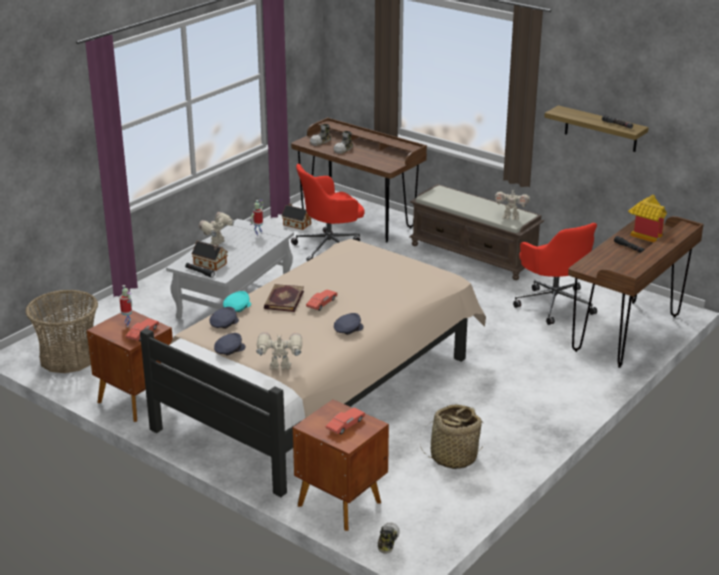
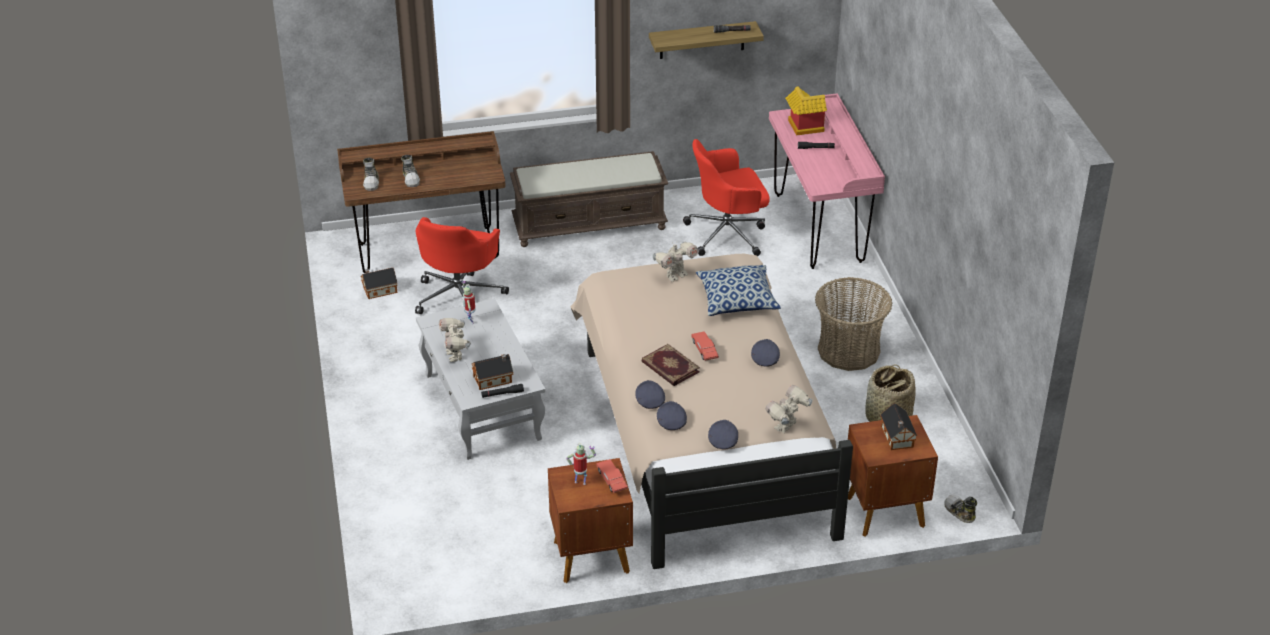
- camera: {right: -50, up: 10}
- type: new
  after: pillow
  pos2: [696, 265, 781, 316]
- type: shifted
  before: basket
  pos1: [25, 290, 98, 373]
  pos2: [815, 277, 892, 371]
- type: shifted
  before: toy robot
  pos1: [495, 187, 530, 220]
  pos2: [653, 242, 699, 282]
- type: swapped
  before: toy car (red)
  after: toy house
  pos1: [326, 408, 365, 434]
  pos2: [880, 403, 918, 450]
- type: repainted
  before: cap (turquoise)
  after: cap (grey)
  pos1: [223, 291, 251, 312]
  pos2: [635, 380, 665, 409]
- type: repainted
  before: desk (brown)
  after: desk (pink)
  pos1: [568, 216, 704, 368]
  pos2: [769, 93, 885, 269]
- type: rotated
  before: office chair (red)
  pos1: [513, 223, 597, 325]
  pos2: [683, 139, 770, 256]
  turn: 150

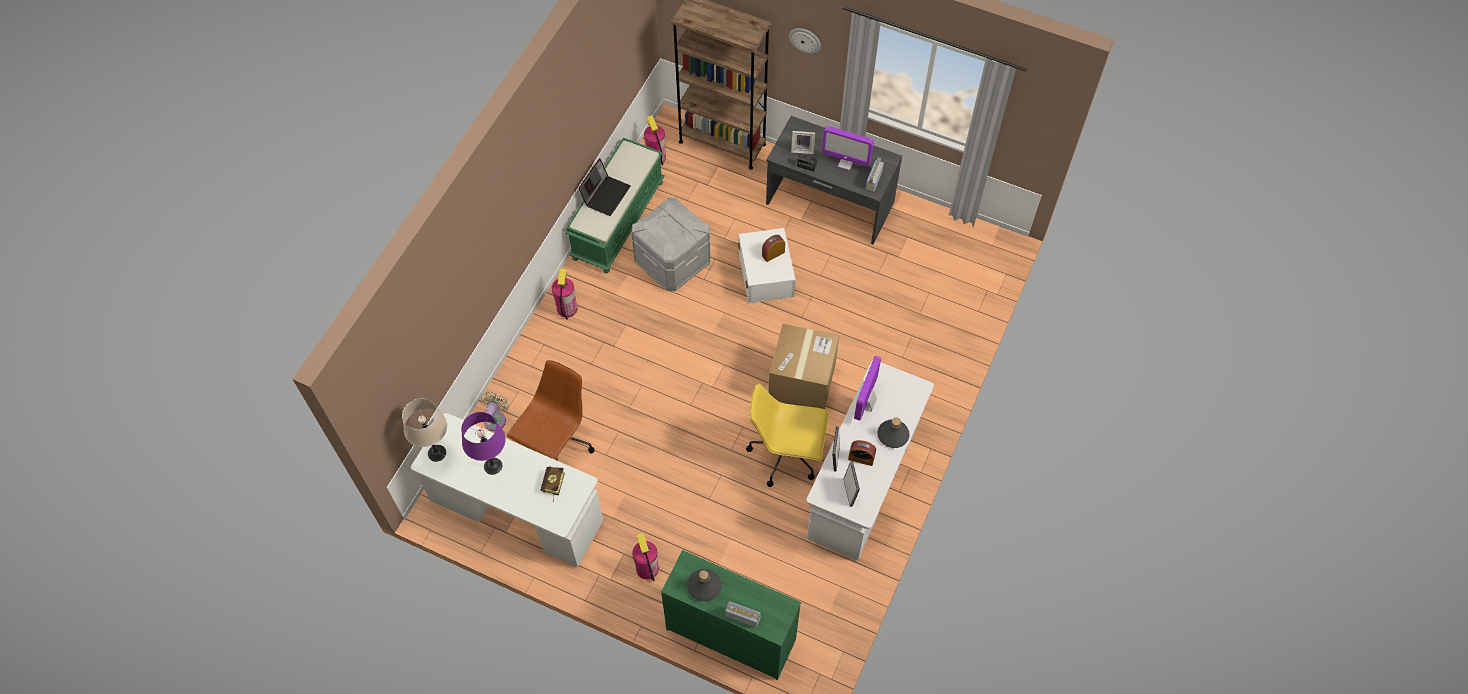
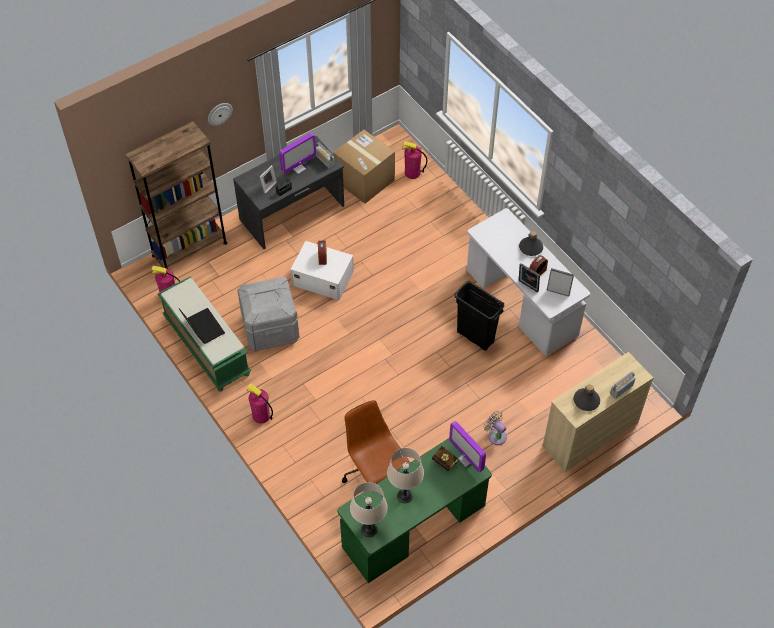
- camera: {right: -60, up: -5}
- type: shifted
  before: fan (beige)
  pos1: [481, 392, 509, 431]
  pos2: [483, 411, 507, 445]
- type: shifted
  before: fire extinguisher
  pos1: [632, 533, 659, 581]
  pos2: [402, 141, 428, 179]
- type: shifted
  before: cardboard box
  pos1: [768, 324, 839, 409]
  pos2: [333, 130, 395, 204]
- type: shifted
  before: monitor
  pos1: [854, 356, 881, 421]
  pos2: [449, 421, 486, 472]
- type: swapped
  before: office chair (yellow)
  after: trash can (black)
  pos1: [746, 383, 829, 487]
  pos2: [454, 281, 504, 351]
- type: repainted
  before: desk (white)
  after: desk (green)
  pos1: [411, 413, 603, 567]
  pos2: [337, 438, 492, 583]
- type: repainted
  before: table lamp (purple)
  after: table lamp (beige)
  pos1: [461, 412, 506, 475]
  pos2: [387, 448, 424, 503]
- type: repainted
  before: dresser (green)
  after: dresser (beige)
  pos1: [661, 550, 801, 680]
  pos2: [543, 352, 653, 472]

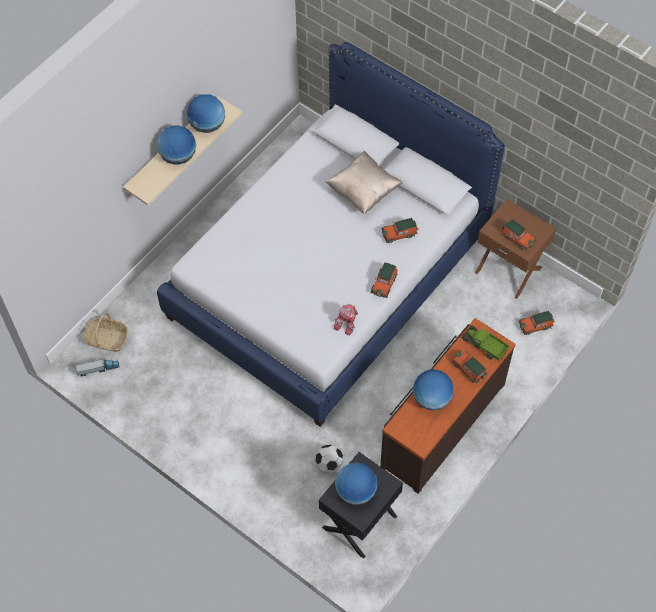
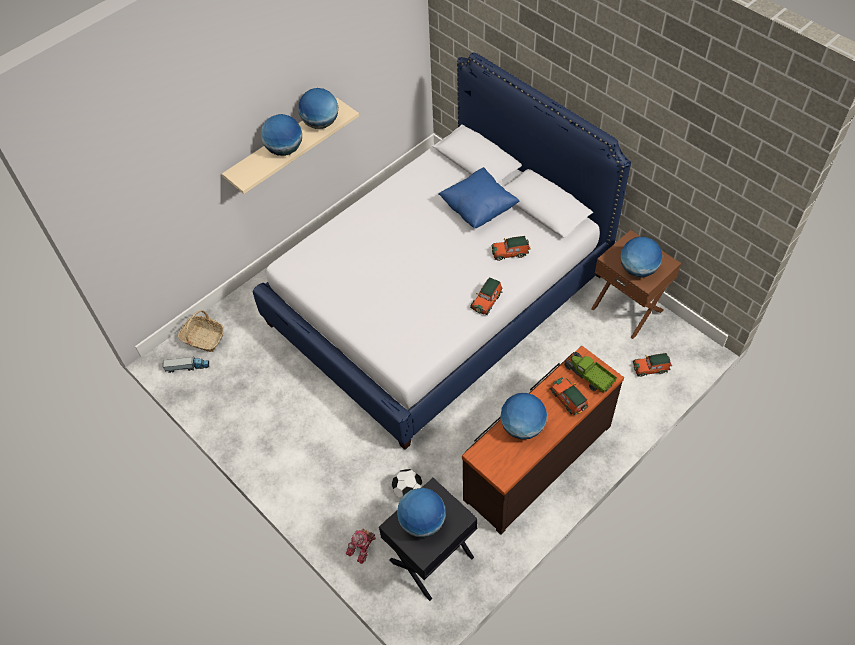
- camera: {right: 10, up: -5}
- type: shifted
  before: toy robot
  pos1: [334, 304, 358, 336]
  pos2: [346, 529, 376, 564]
- type: swapped
  before: toy car
  after: globe
  pos1: [502, 219, 536, 251]
  pos2: [621, 237, 662, 278]
- type: repainted
  before: pillow (beige)
  after: pillow (blue)
  pos1: [325, 151, 402, 214]
  pos2: [438, 167, 519, 228]

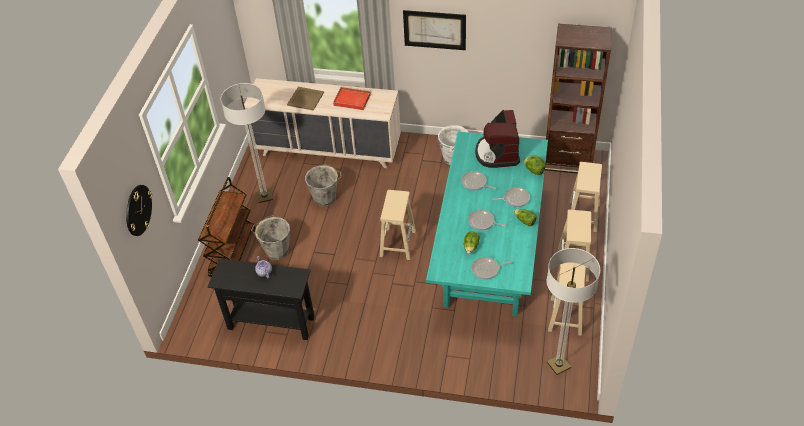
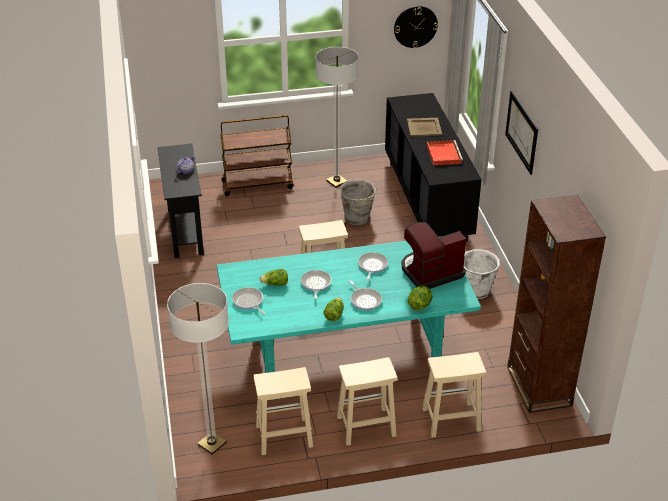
- camera: {right: 65, up: -10}
- type: gone
  before: bucket (grey)
  pos1: [251, 215, 290, 260]
- type: shifted
  before: wall clock
  pos1: [126, 185, 152, 236]
  pos2: [394, 6, 438, 48]
- type: repainted
  before: dresser (beige)
  after: dresser (black)
  pos1: [243, 78, 401, 168]
  pos2: [385, 93, 482, 241]

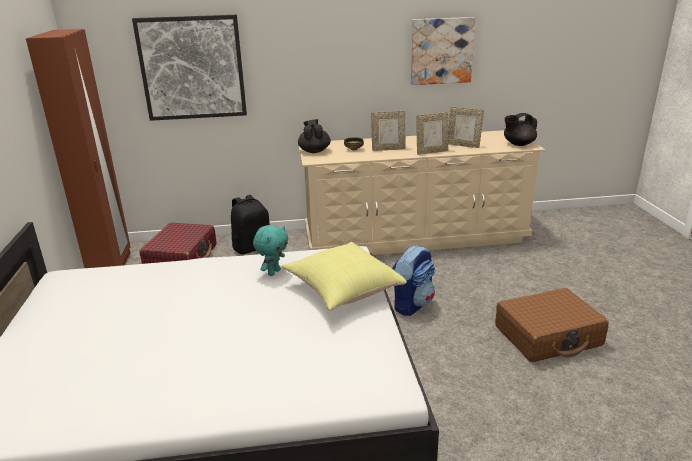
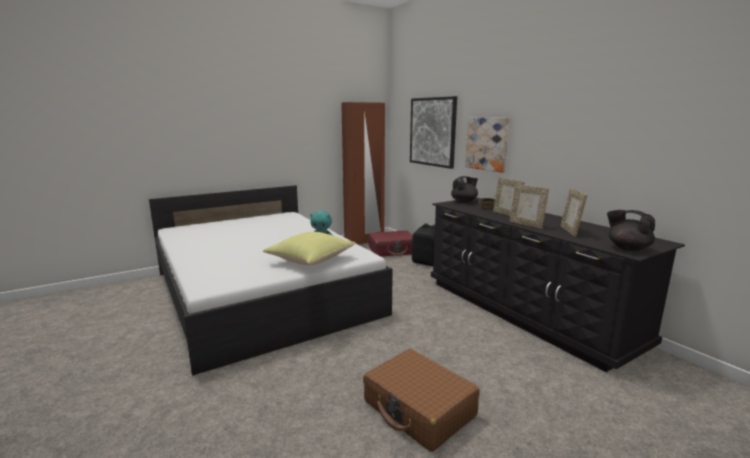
- camera: {right: 65, up: -10}
- type: gone
  before: backpack
  pos1: [392, 245, 435, 316]
- type: shifted
  before: picture
  pos1: [411, 17, 476, 85]
  pos2: [465, 118, 509, 173]
- type: repainted
  before: dresser (beige)
  after: dresser (black)
  pos1: [298, 130, 545, 255]
  pos2: [431, 197, 685, 372]

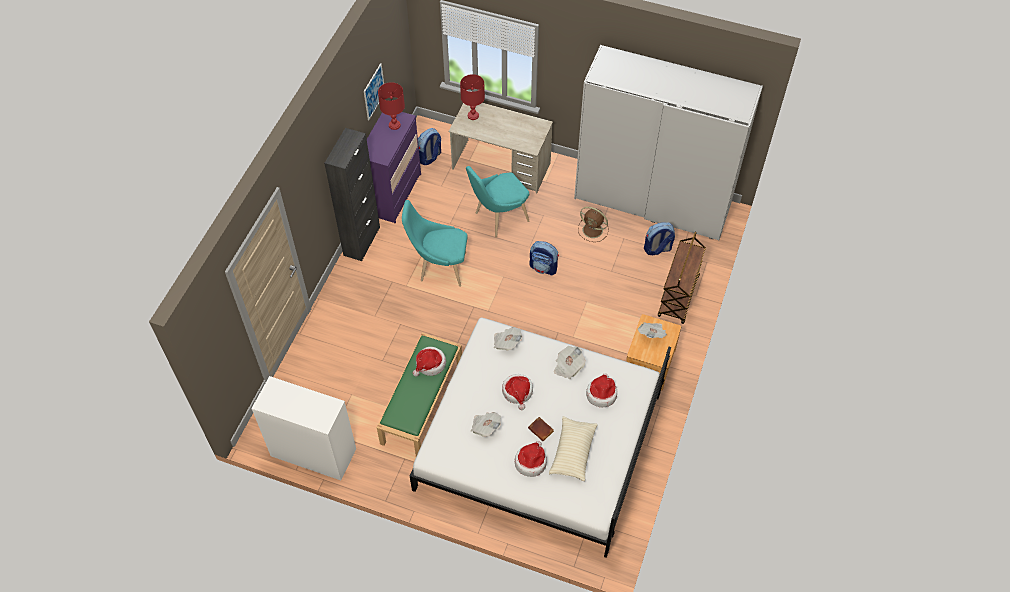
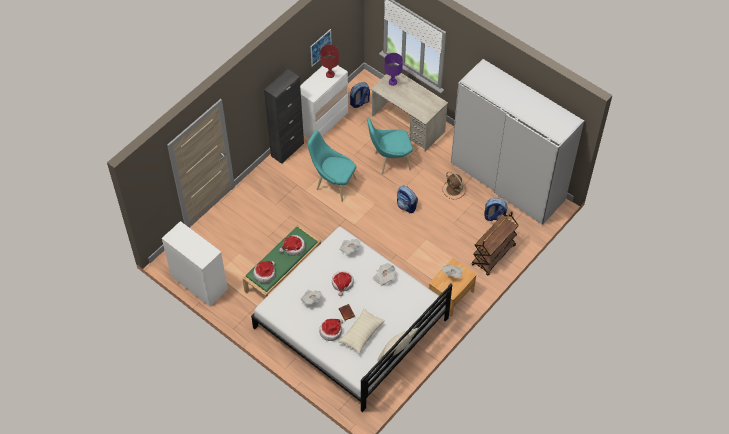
- camera: {right: 20, up: 0}
- type: new
  after: pillow (beige)
  pos2: [377, 328, 418, 361]
- type: shifted
  before: hat
  pos1: [586, 373, 617, 407]
  pos2: [254, 261, 275, 283]
- type: repainted
  before: dresser (purple)
  after: dresser (white)
  pos1: [367, 112, 421, 223]
  pos2: [300, 65, 348, 139]
- type: repainted
  before: table lamp (red)
  after: table lamp (purple)
  pos1: [460, 74, 485, 120]
  pos2: [384, 53, 403, 86]

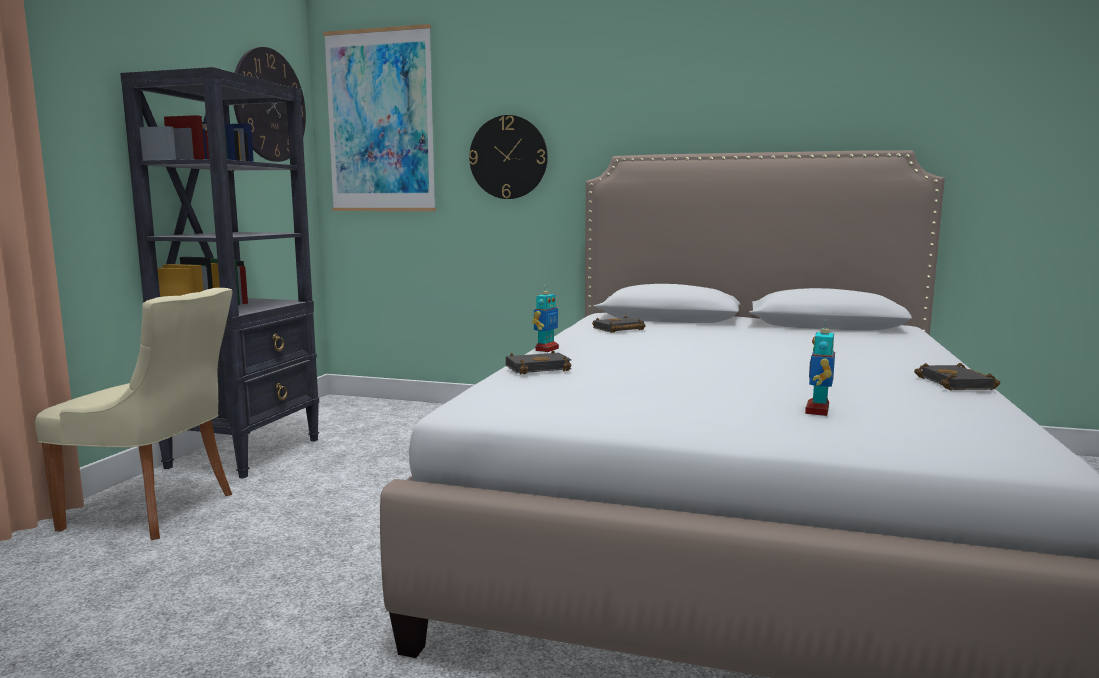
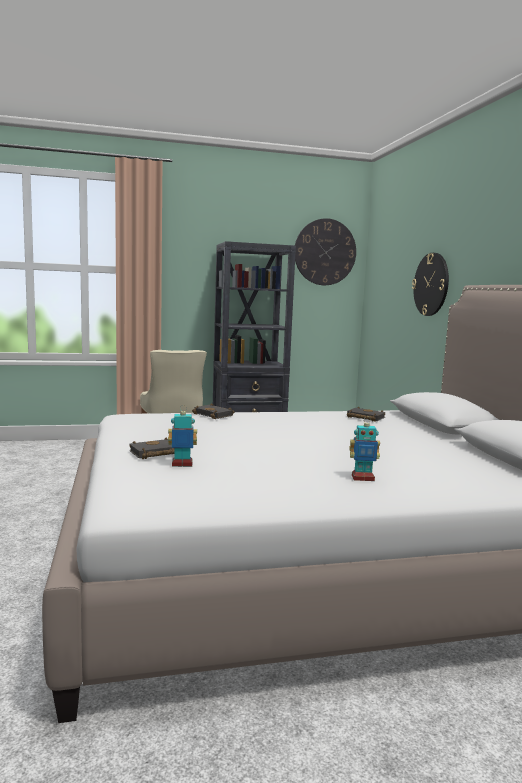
- camera: {right: 60, up: 0}
- type: gone
  before: picture
  pos1: [323, 24, 436, 211]
- type: shifted
  before: toy robot
  pos1: [532, 284, 559, 352]
  pos2: [349, 417, 380, 481]
- type: shifted
  before: book (black)
  pos1: [914, 363, 1000, 391]
  pos2: [129, 437, 175, 459]

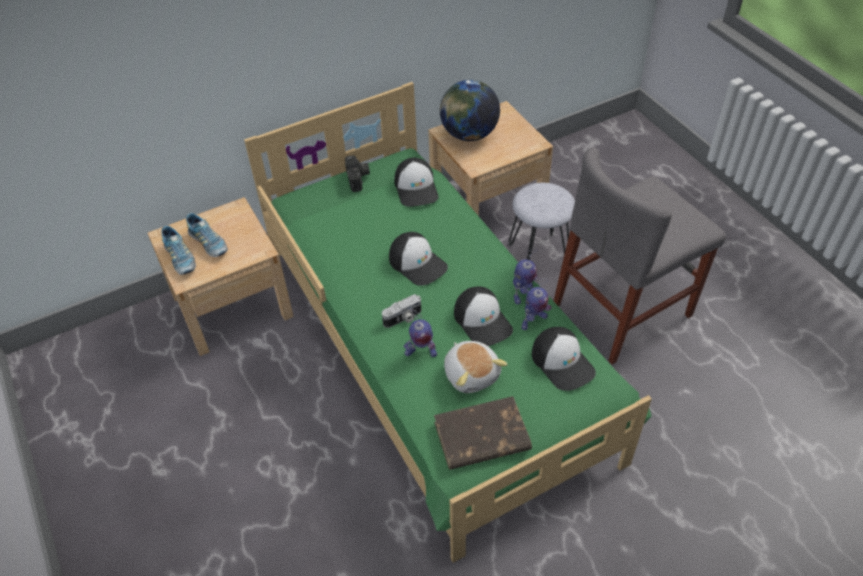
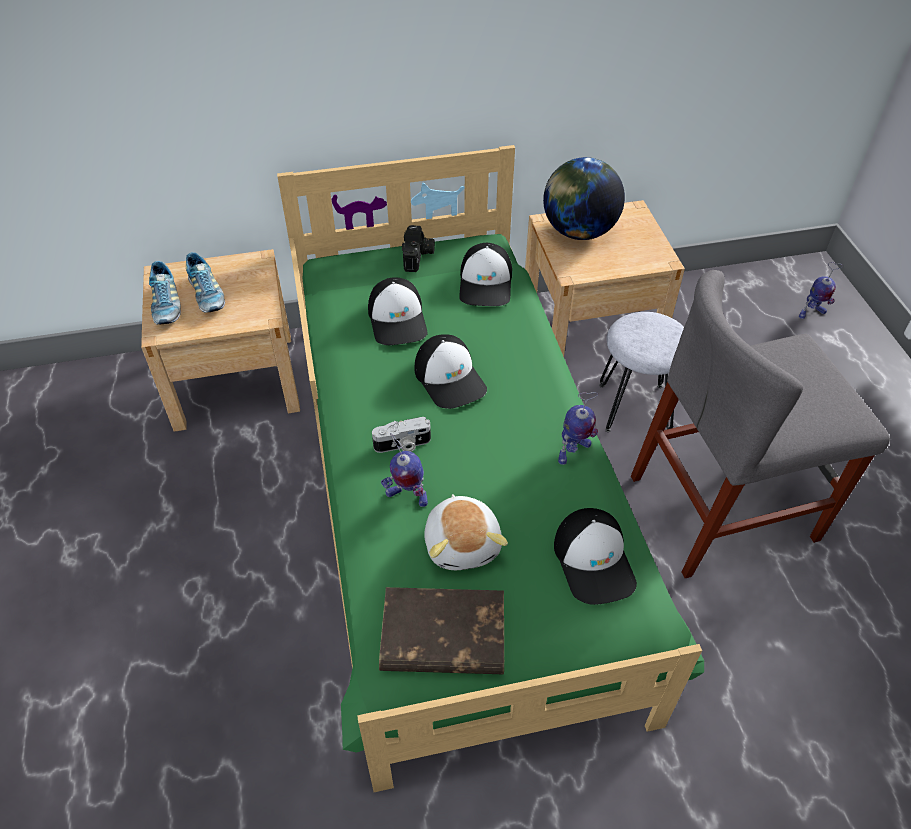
- camera: {right: 15, up: 0}
- type: shifted
  before: cap
  pos1: [454, 287, 513, 346]
  pos2: [368, 277, 428, 345]
- type: shifted
  before: toy robot
  pos1: [522, 278, 552, 330]
  pos2: [799, 262, 843, 319]

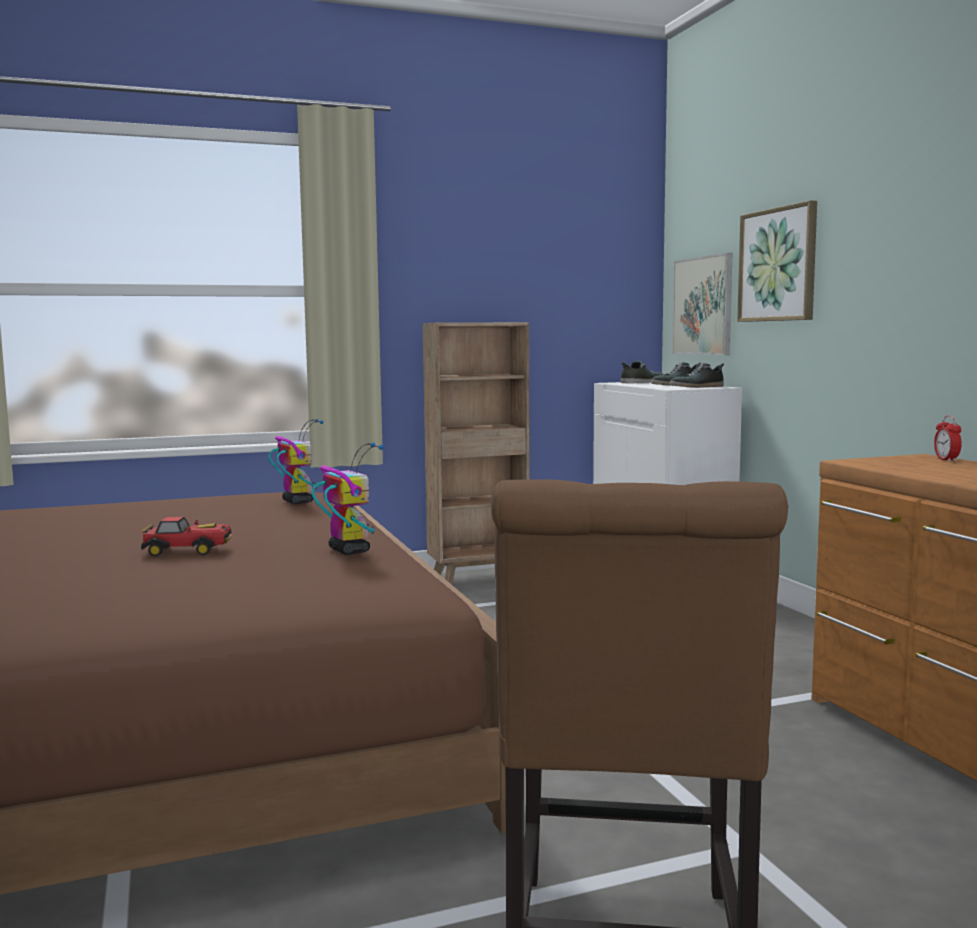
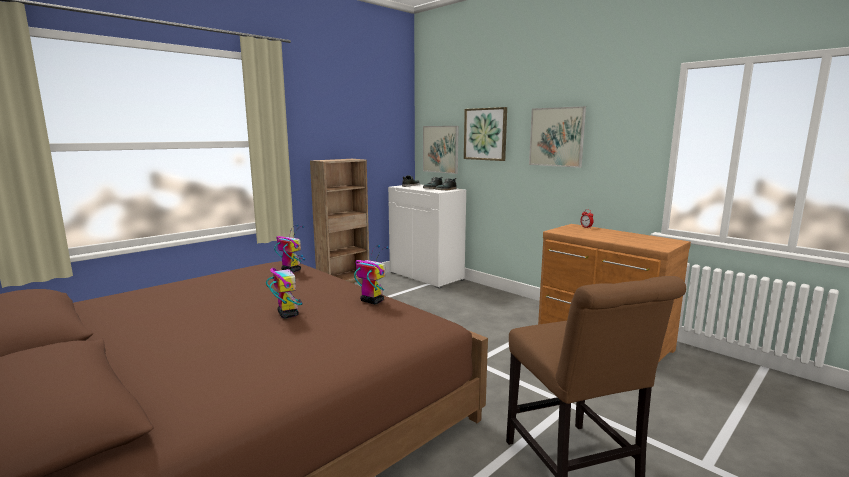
- camera: {right: -25, up: 5}
- type: new
  after: picture
  pos2: [529, 106, 586, 168]
- type: swapped
  before: toy car
  after: toy robot
  pos1: [141, 517, 233, 557]
  pos2: [266, 255, 305, 318]

